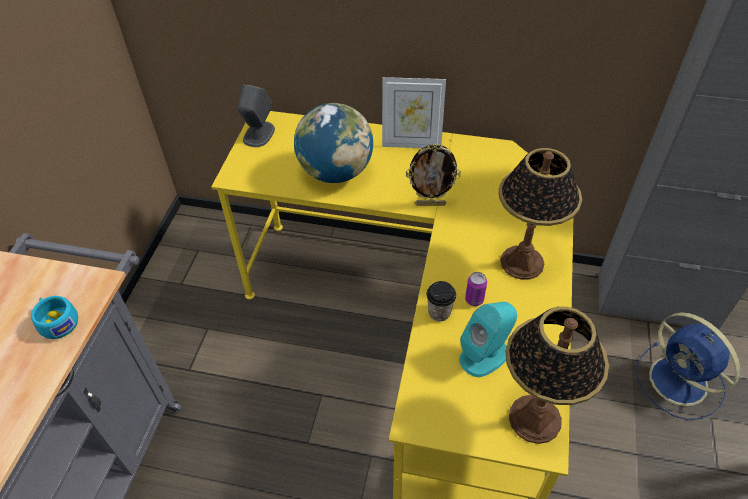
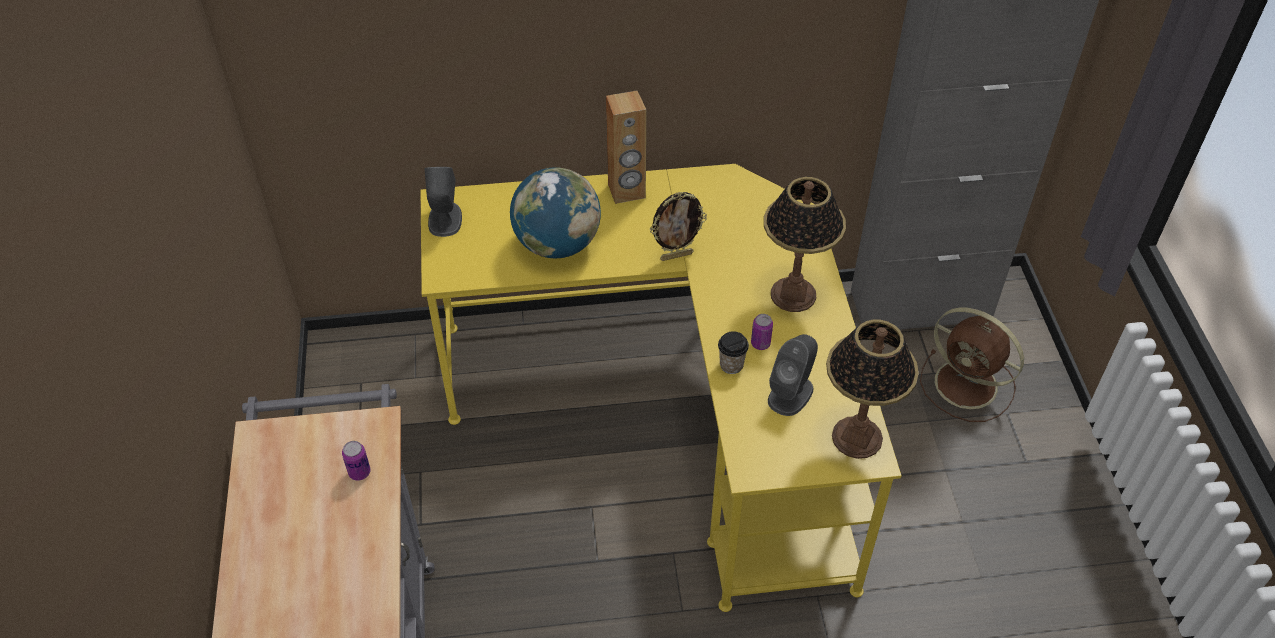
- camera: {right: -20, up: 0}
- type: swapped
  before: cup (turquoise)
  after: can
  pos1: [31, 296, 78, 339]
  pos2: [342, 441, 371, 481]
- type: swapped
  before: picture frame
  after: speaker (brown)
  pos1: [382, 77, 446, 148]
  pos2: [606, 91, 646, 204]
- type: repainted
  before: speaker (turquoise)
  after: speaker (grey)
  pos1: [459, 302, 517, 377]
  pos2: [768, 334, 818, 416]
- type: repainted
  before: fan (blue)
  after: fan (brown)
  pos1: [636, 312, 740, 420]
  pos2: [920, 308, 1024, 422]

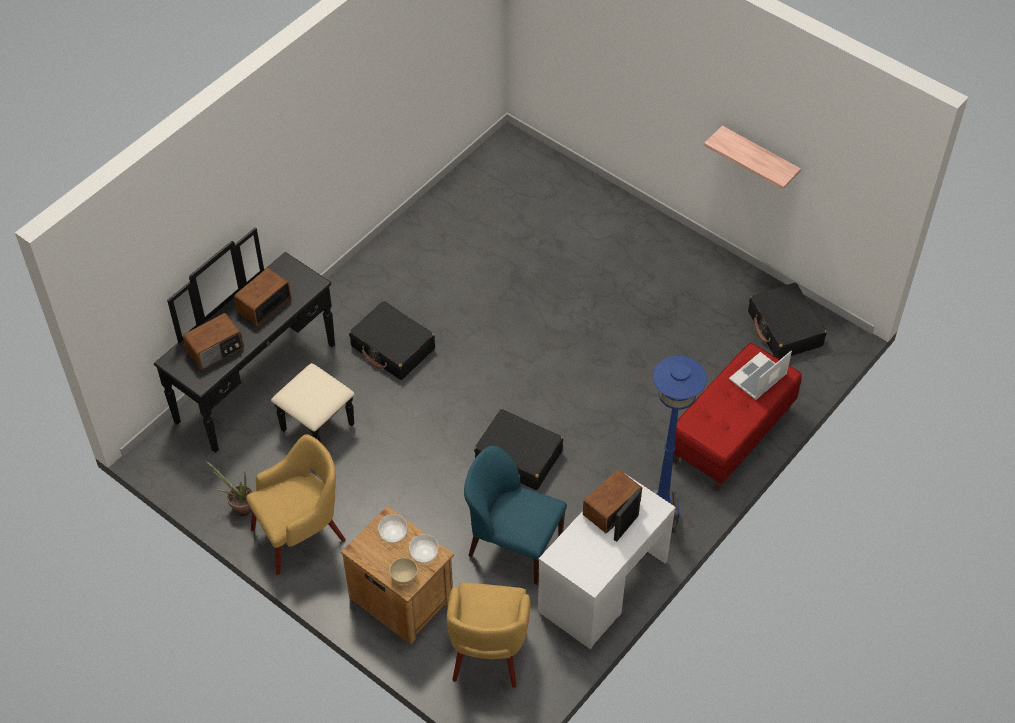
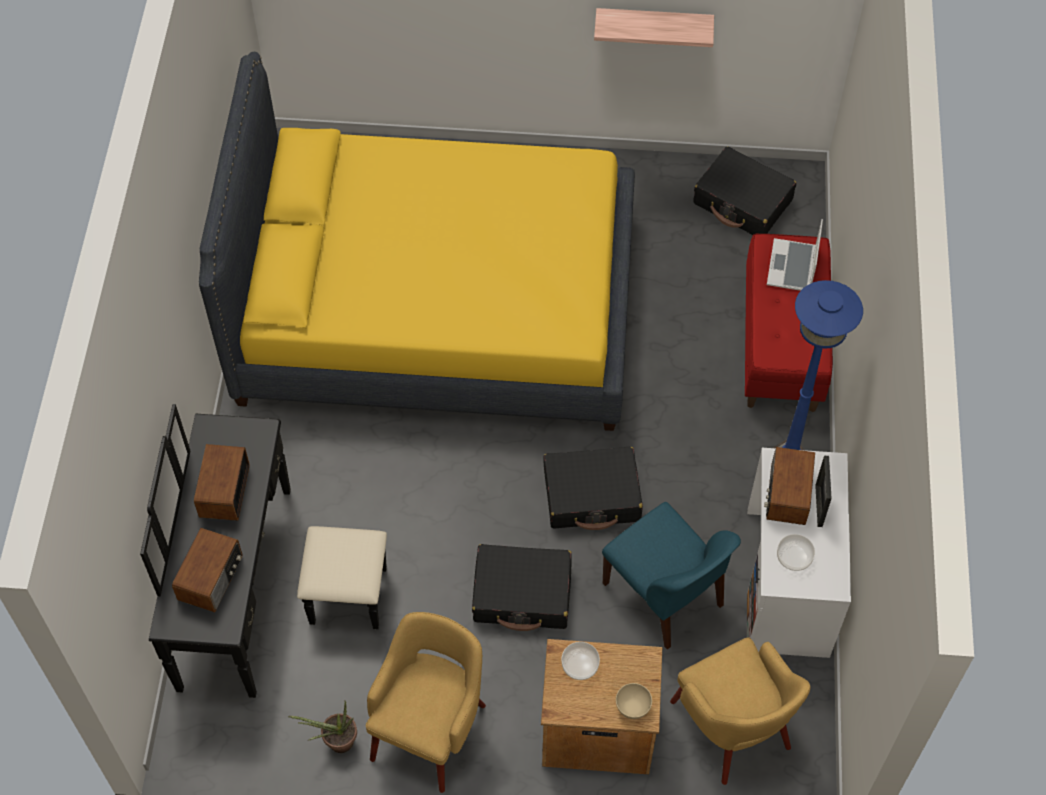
- camera: {right: -35, up: 5}
- type: new
  after: bed (yellow)
  pos2: [199, 52, 635, 431]
- type: shifted
  before: suitcase (black)
  pos1: [349, 301, 435, 380]
  pos2: [472, 544, 572, 631]
- type: shifted
  before: bowl
  pos1: [409, 534, 438, 563]
  pos2: [777, 534, 815, 571]
- type: rotated
  before: chair (blue)
  pos1: [464, 446, 567, 584]
  pos2: [602, 502, 741, 650]
  turn: -120

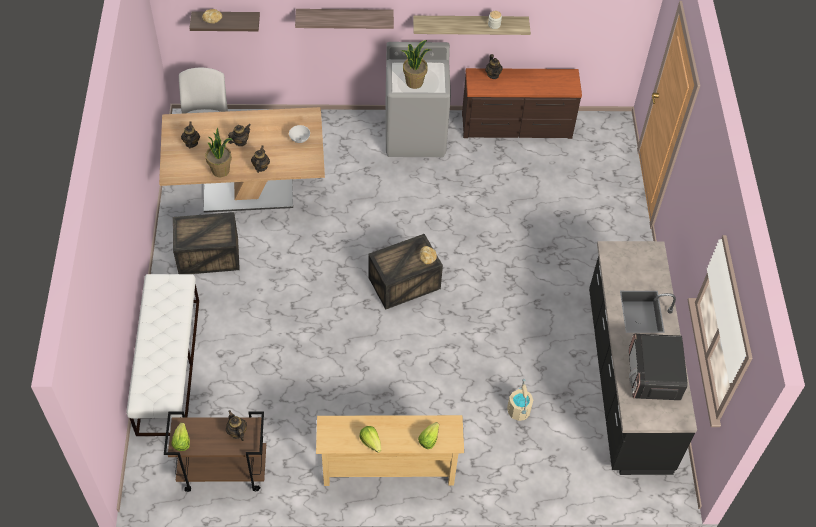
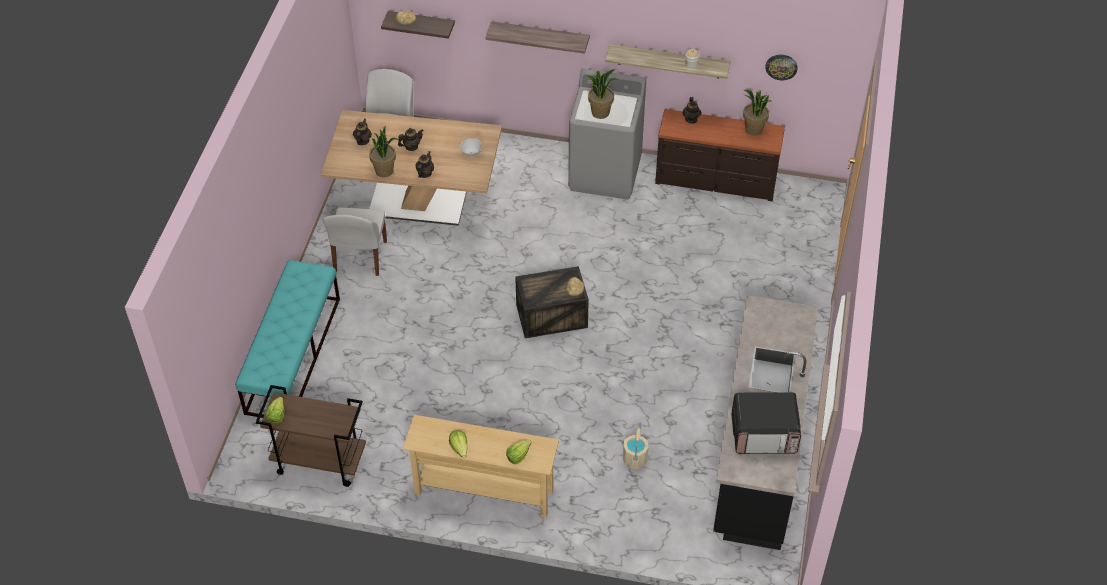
- camera: {right: 15, up: -5}
- type: gone
  before: teapot
  pos1: [226, 410, 247, 441]
- type: new
  after: potted plant
  pos2: [743, 89, 772, 136]
- type: new
  after: wall clock
  pos2: [765, 55, 798, 80]
- type: swapped
  before: crate
  after: chair (white)
  pos1: [173, 212, 240, 274]
  pos2: [322, 208, 387, 276]
- type: repainted
  before: bench (white)
  after: bench (turquoise)
  pos1: [126, 274, 199, 436]
  pos2: [235, 260, 340, 418]
- type: rotated
  before: microwave
  pos1: [629, 334, 688, 400]
  pos2: [731, 392, 801, 454]
  turn: -105

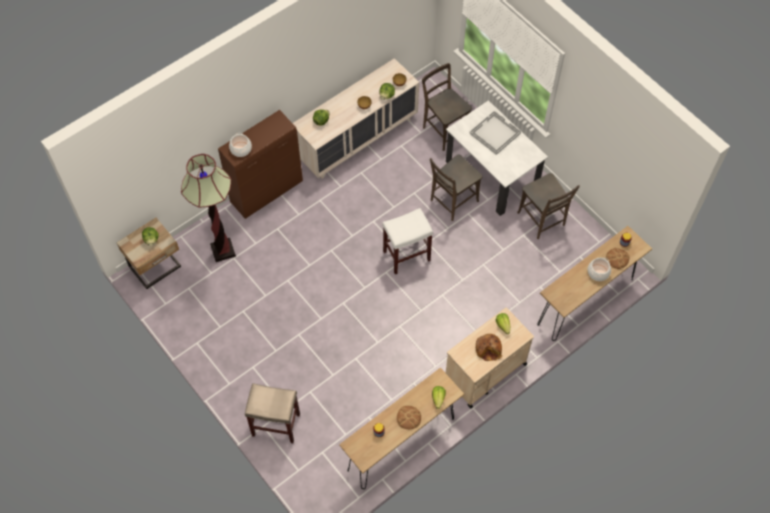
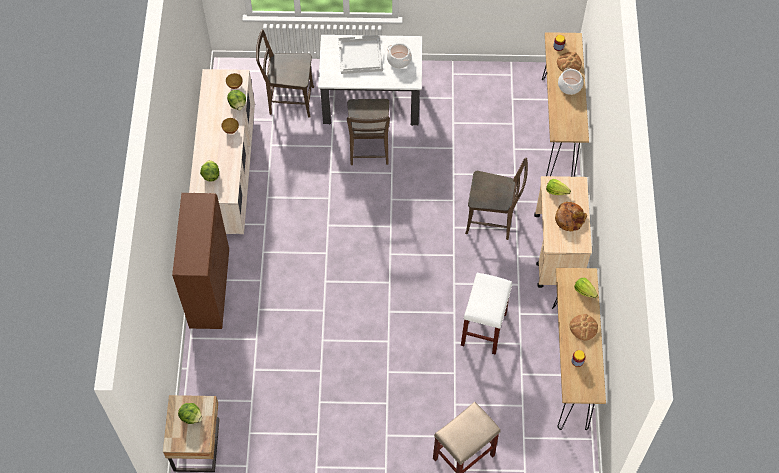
- camera: {right: -50, up: 0}
- type: gone
  before: floor lamp
  pos1: [181, 154, 236, 262]
- type: shifted
  before: cooking pot
  pos1: [229, 133, 252, 157]
  pos2: [387, 43, 412, 68]
- type: shifted
  before: stool (white)
  pos1: [382, 208, 433, 274]
  pos2: [461, 273, 512, 355]
- type: shifted
  before: chair (brown)
  pos1: [517, 173, 580, 239]
  pos2: [465, 158, 528, 240]

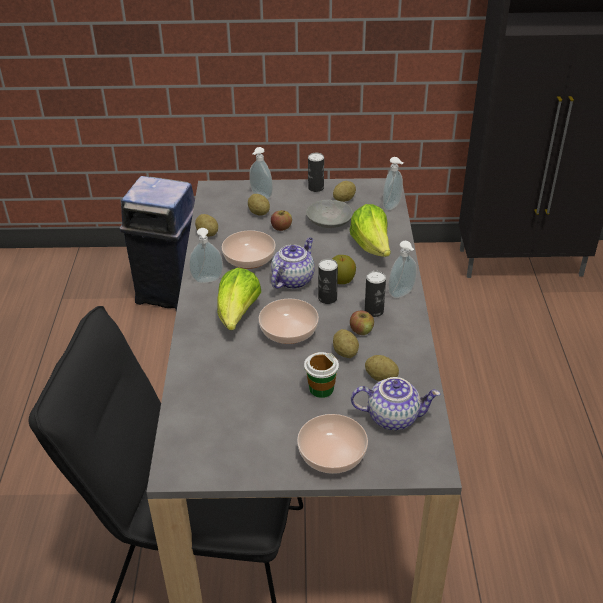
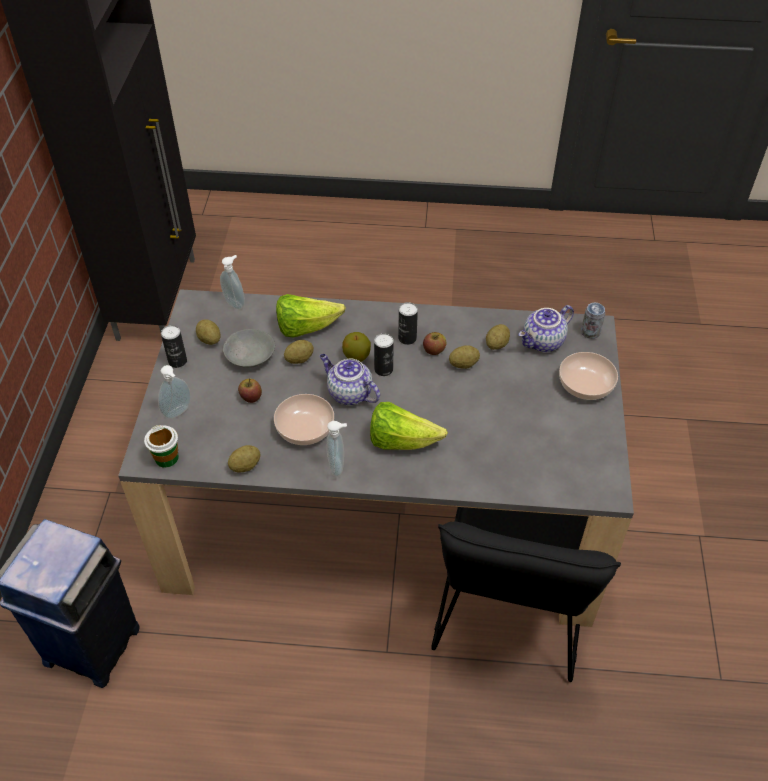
- camera: {right: -85, up: 10}
- type: gone
  before: bowl
  pos1: [259, 299, 319, 344]
- type: gone
  before: soap dispenser
  pos1: [388, 241, 417, 298]
- type: new
  after: can
  pos2: [581, 303, 605, 339]
- type: shifted
  before: potato
  pos1: [248, 194, 270, 216]
  pos2: [284, 340, 314, 364]
- type: shifted
  before: cup
  pos1: [304, 352, 339, 398]
  pos2: [144, 425, 179, 468]
- type: rotated
  before: teapot
  pos1: [351, 377, 440, 430]
  pos2: [519, 305, 574, 352]
  turn: -135

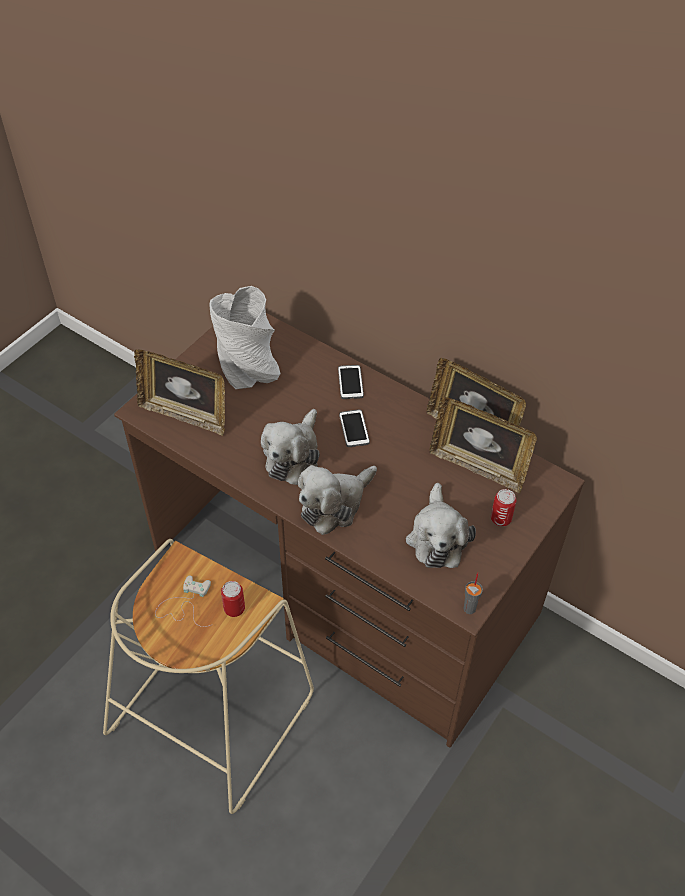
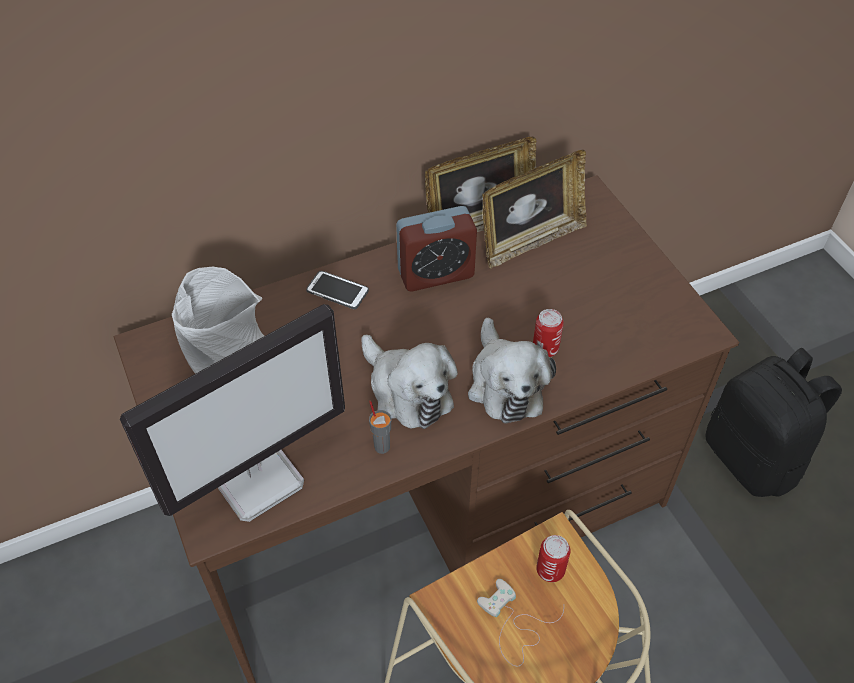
- camera: {right: -60, up: 0}
- type: gone
  before: phone
  pos1: [339, 409, 370, 447]
- type: gone
  before: plush toy
  pos1: [406, 483, 476, 568]
- type: new
  after: alarm clock
  pos2: [396, 206, 477, 291]
- type: new
  after: backpack (black)
  pos2: [706, 348, 842, 497]
- type: shifted
  before: cup (grey)
  pos1: [463, 572, 483, 614]
  pos2: [369, 401, 391, 454]
- type: shifted
  before: can
  pos1: [491, 489, 516, 526]
  pos2: [533, 309, 564, 357]
- type: swapped
  before: picture frame
  after: monitor
  pos1: [134, 349, 225, 436]
  pos2: [120, 304, 345, 522]

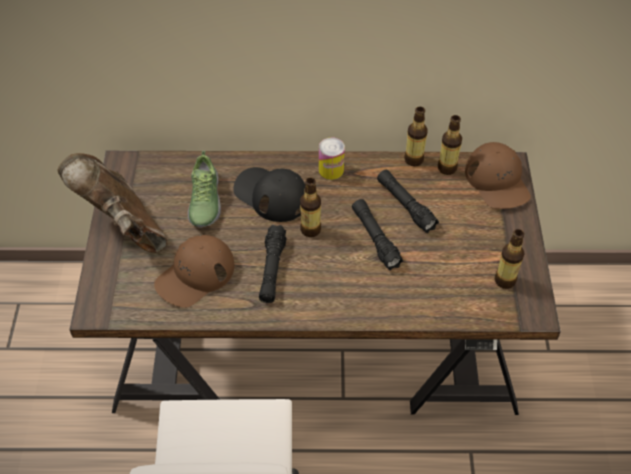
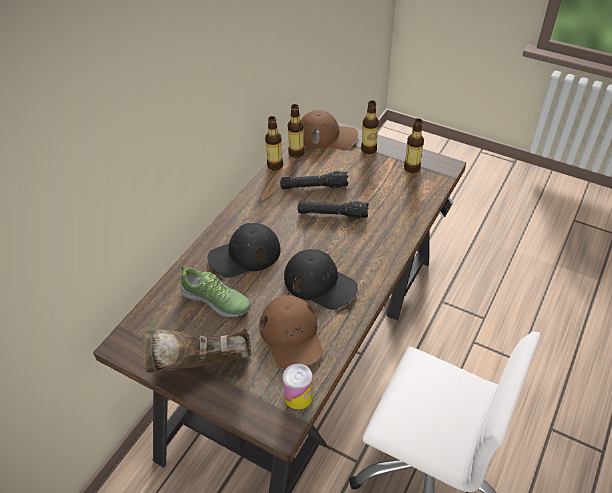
- camera: {right: -60, up: -5}
- type: shifted
  before: bottle
  pos1: [300, 177, 321, 237]
  pos2: [361, 100, 379, 154]
- type: shifted
  before: can
  pos1: [319, 137, 345, 180]
  pos2: [283, 364, 313, 410]
- type: swapped
  before: flashlight (black)
  after: cap (black)
  pos1: [259, 225, 286, 303]
  pos2: [284, 249, 358, 310]

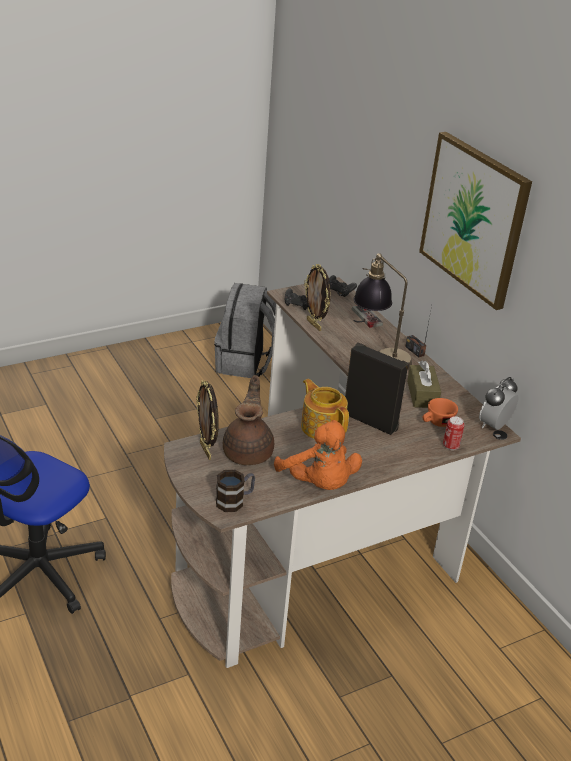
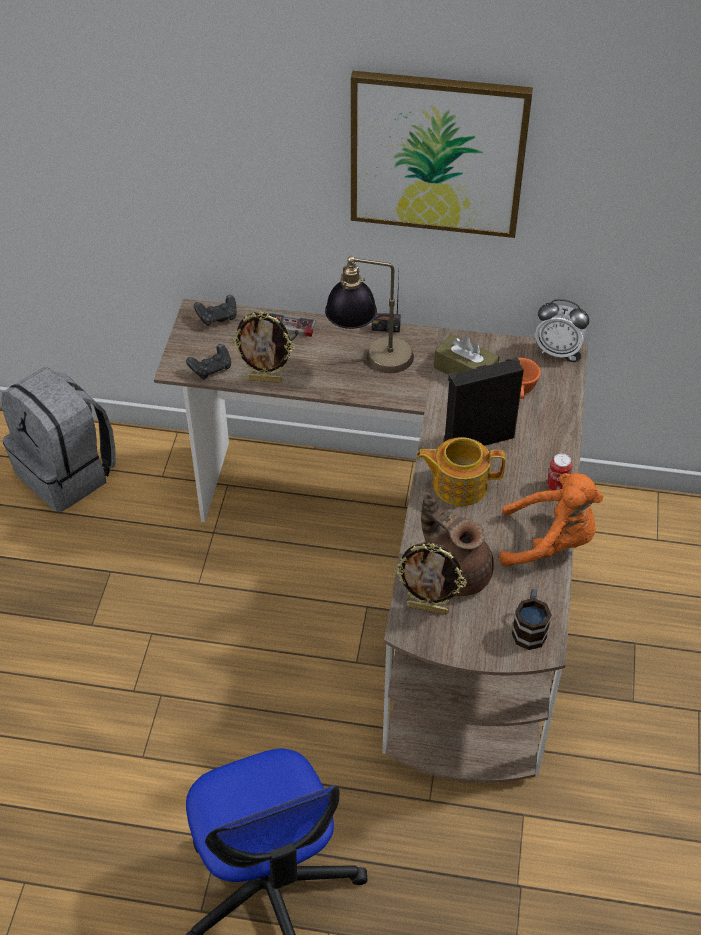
- camera: {right: -50, up: 15}
- type: shifted
  before: can
  pos1: [443, 416, 464, 450]
  pos2: [547, 453, 573, 491]
- type: rotated
  before: alarm clock
  pos1: [479, 377, 519, 430]
  pos2: [535, 299, 589, 360]
  turn: -60

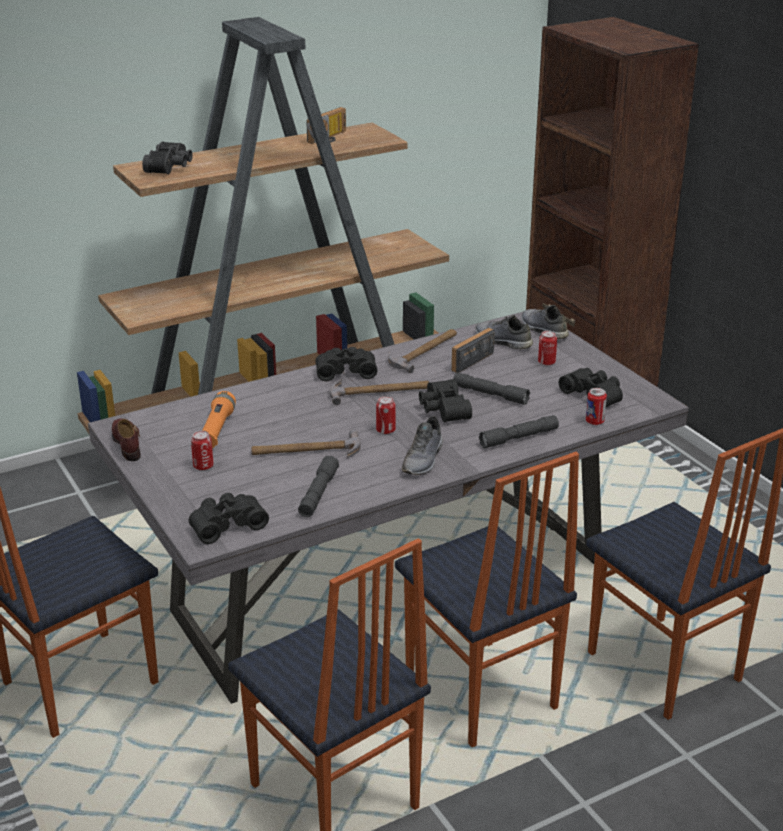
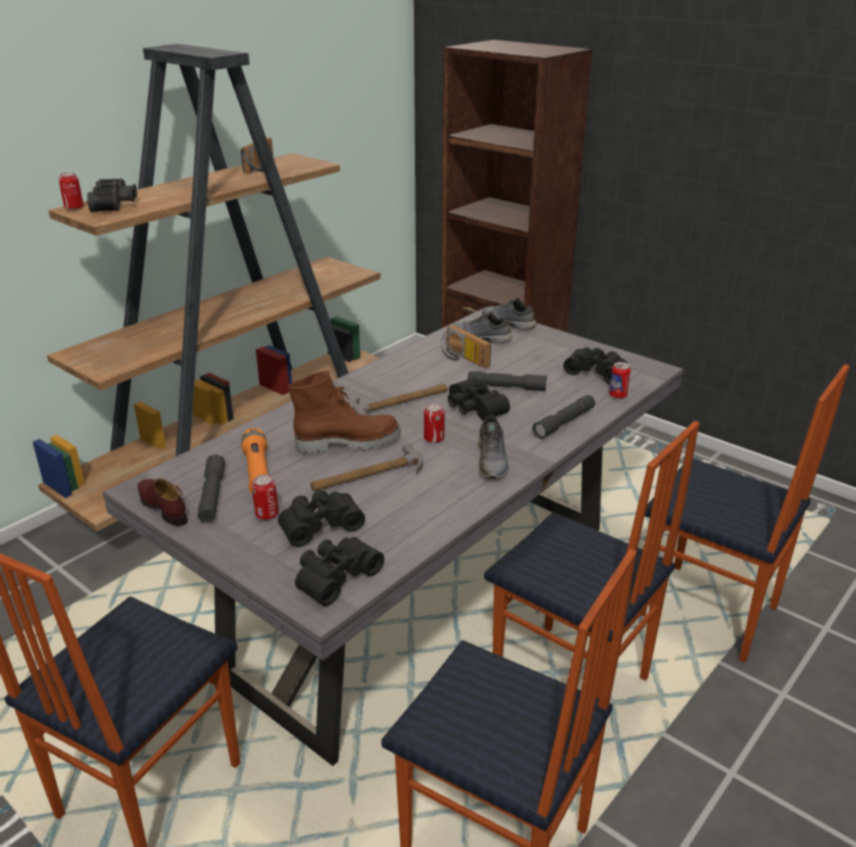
- camera: {right: -20, up: 0}
- type: gone
  before: hammer
  pos1: [388, 329, 457, 373]
- type: new
  after: boot (brown)
  pos2: [289, 370, 401, 455]
- type: shifted
  before: flashlight (grey)
  pos1: [298, 456, 339, 517]
  pos2: [198, 454, 225, 523]
- type: shifted
  before: binoculars (black)
  pos1: [315, 347, 377, 381]
  pos2: [278, 490, 365, 547]
- type: shifted
  before: can
  pos1: [538, 331, 557, 366]
  pos2: [59, 172, 84, 210]
- type: rotated
  before: radio
  pos1: [451, 328, 495, 373]
  pos2: [441, 325, 491, 369]
  turn: -60

